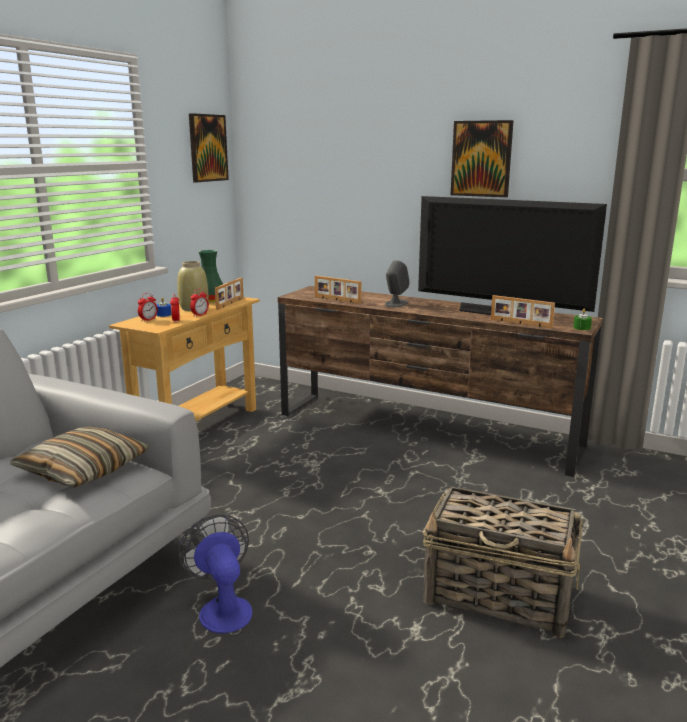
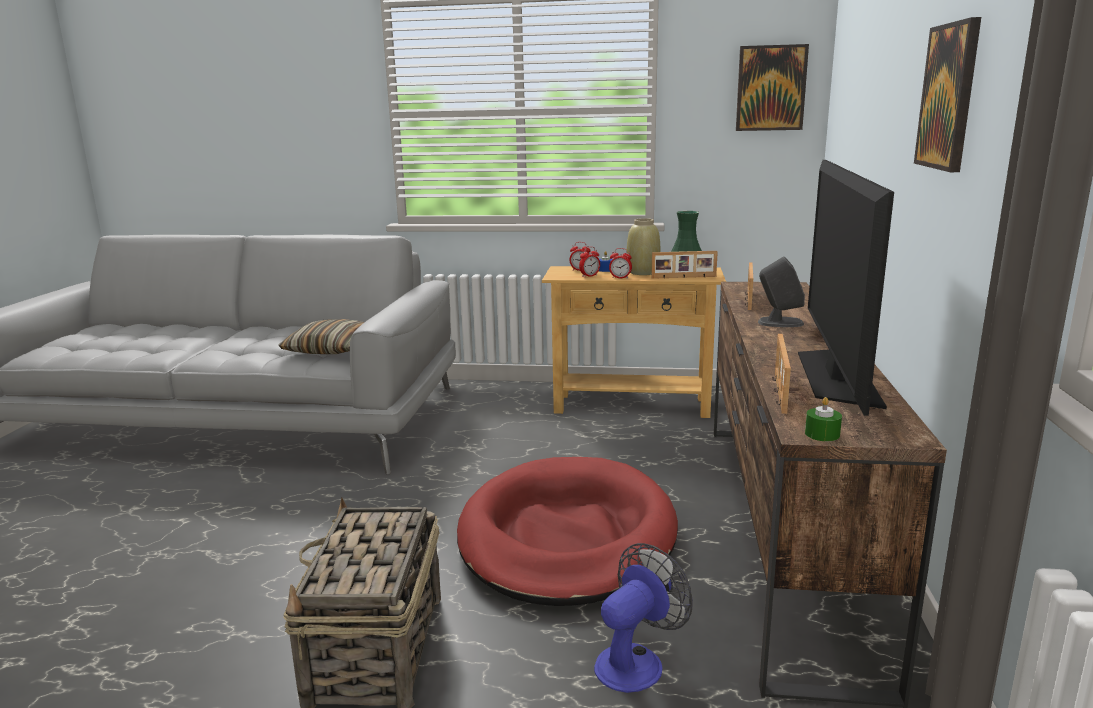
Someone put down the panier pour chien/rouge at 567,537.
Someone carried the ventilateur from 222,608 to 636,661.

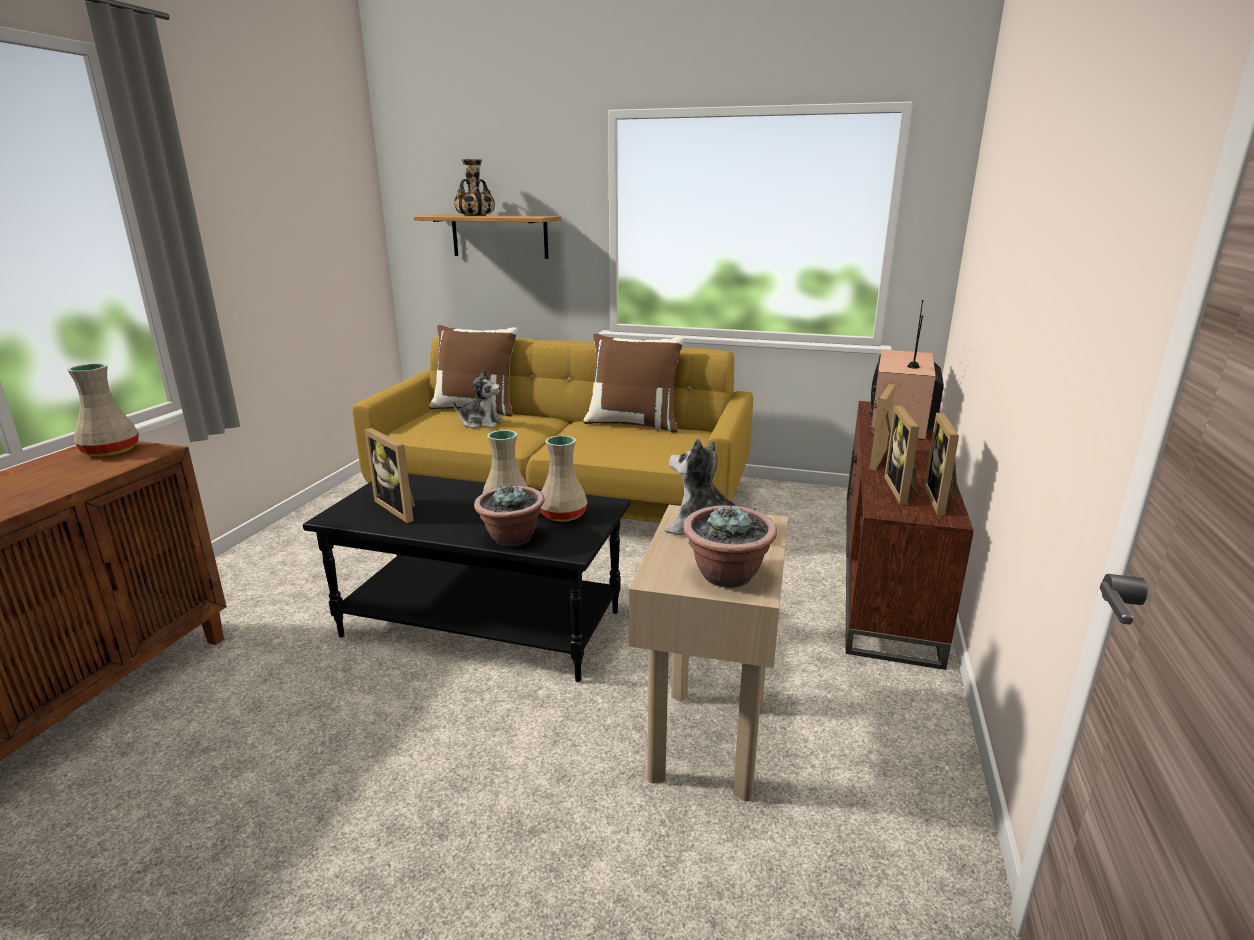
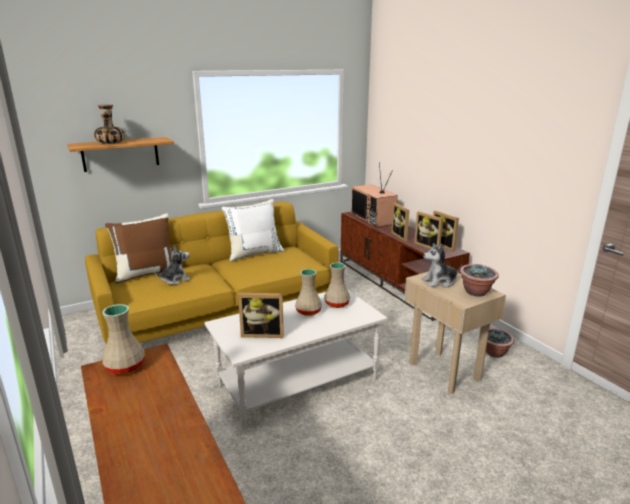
Someone repainted the table basse/noir at 484,623, which became the table basse/blanc at 298,381.
Someone repainted the coussin/marron at 634,423, which became the coussin/blanc at 254,253.
Someone carried the plante en pot from 511,538 to 495,353.

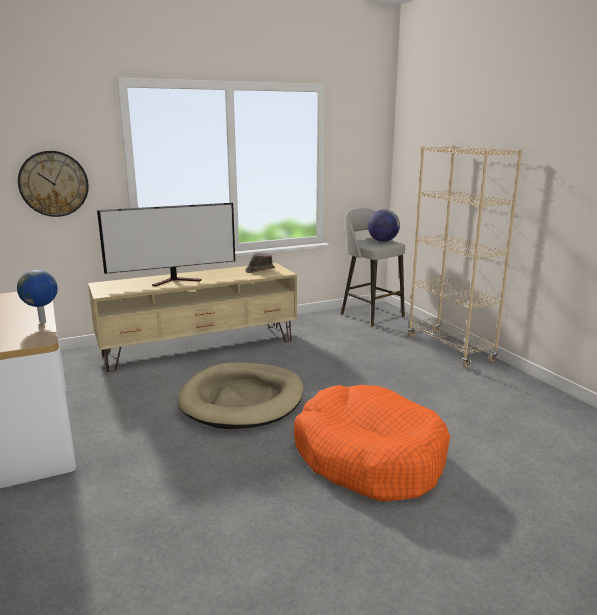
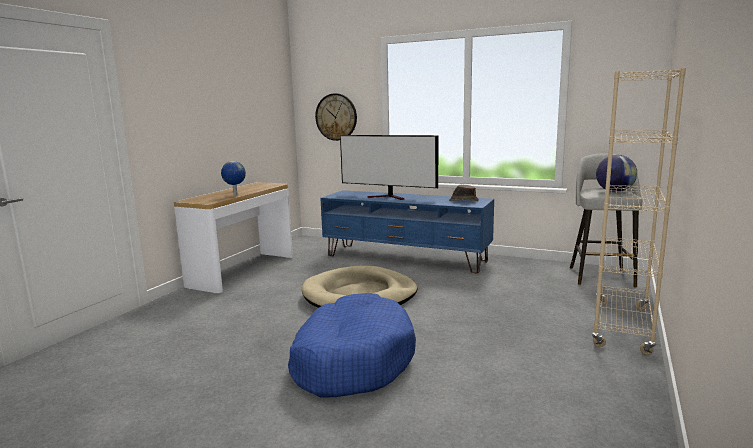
Someone repainted the panier pour chien/orange at 368,457, which became the panier pour chien/bleu at 352,360.
Someone repainted the meuble télé/beige at 200,347, which became the meuble télé/bleu at 406,258.

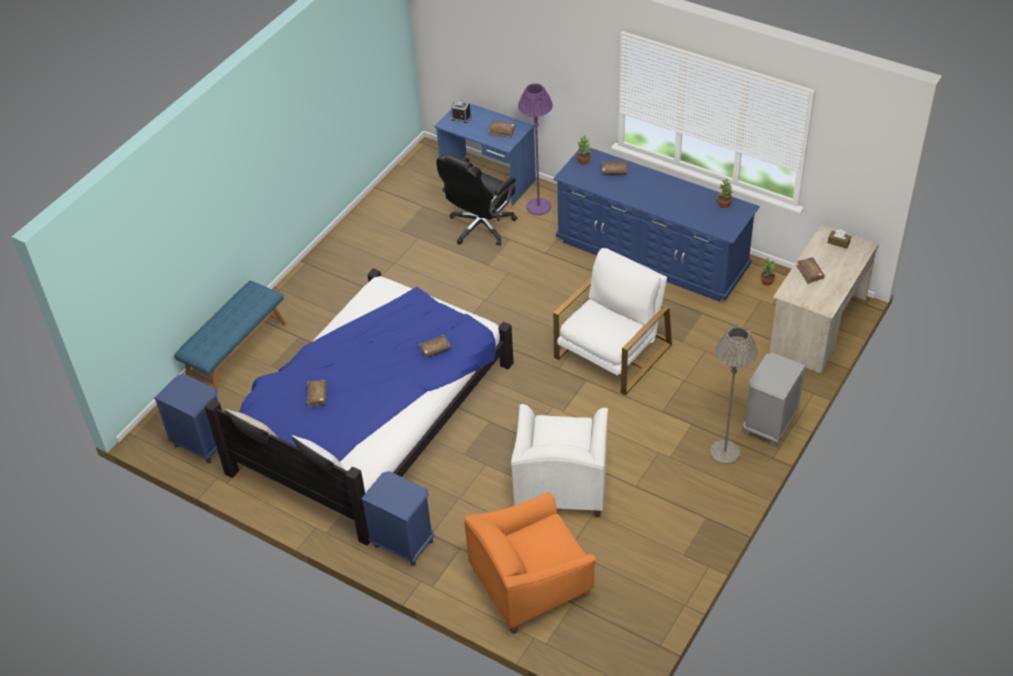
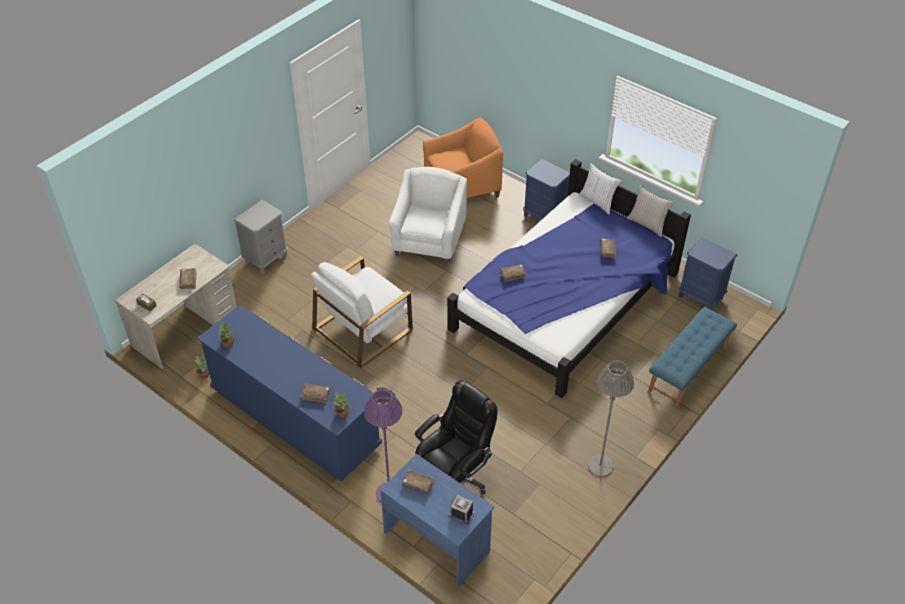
Someone carried the lampadaire/gris from 724,452 to 600,465.

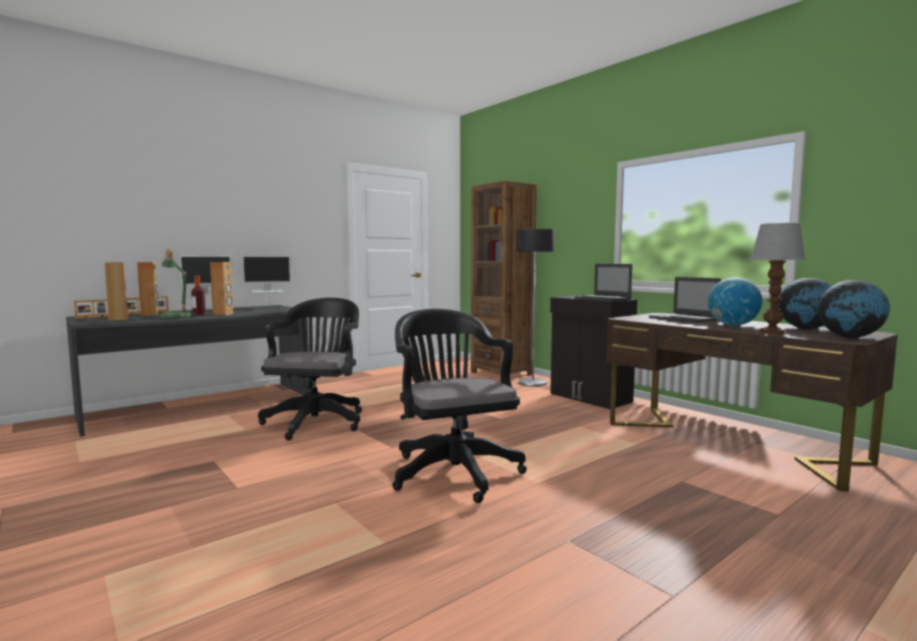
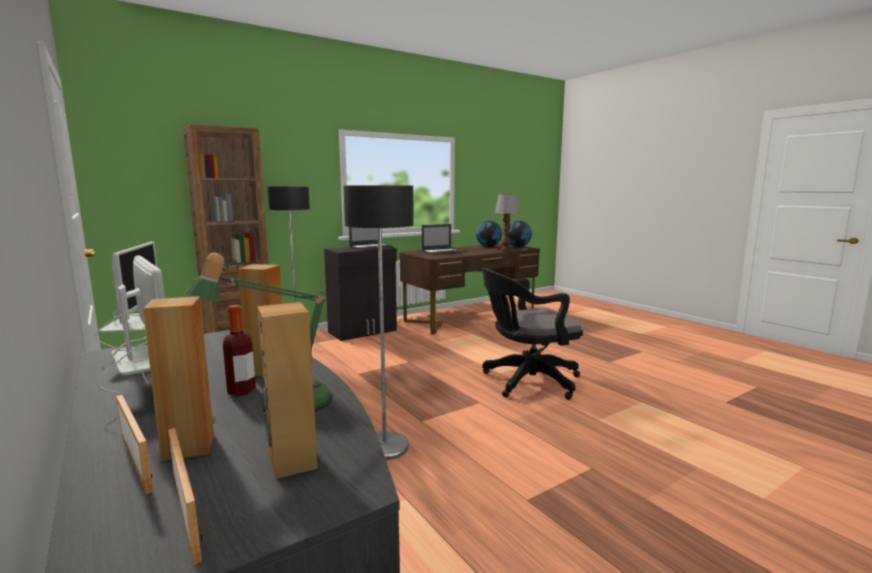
Someone swapped the chaise de bureau/noir at 317,421 for the lampadaire at 384,446.
Someone took away the globe at 732,325.

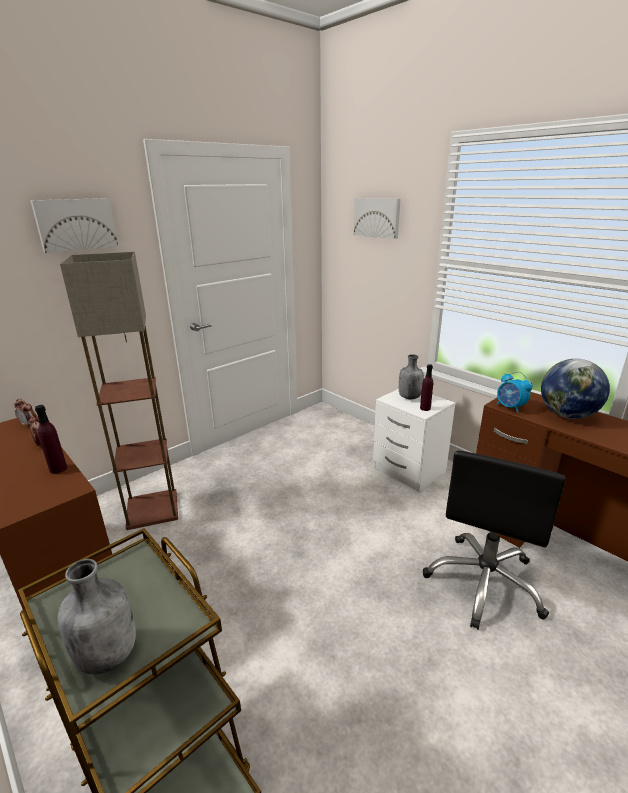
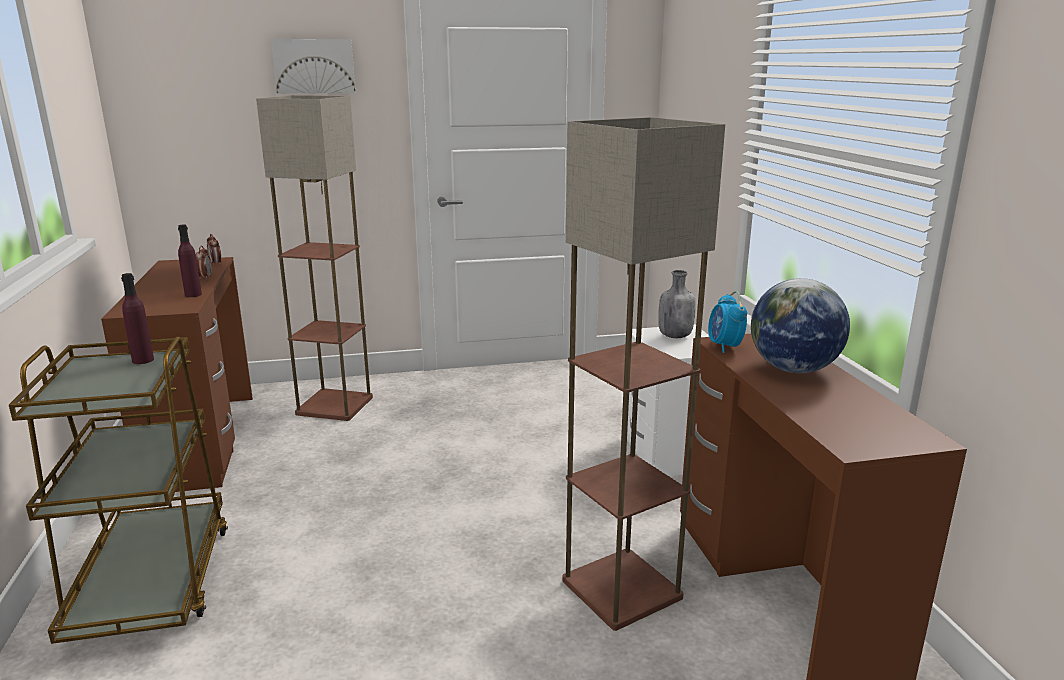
Someone carried the bouteille/violet from 425,408 to 143,360.
Someone swapped the chaise de bureau/noir at 484,582 for the lampadaire at 619,589.
Someone took away the bouteille/gris at 108,653.
Someone took away the tableau at 377,217.

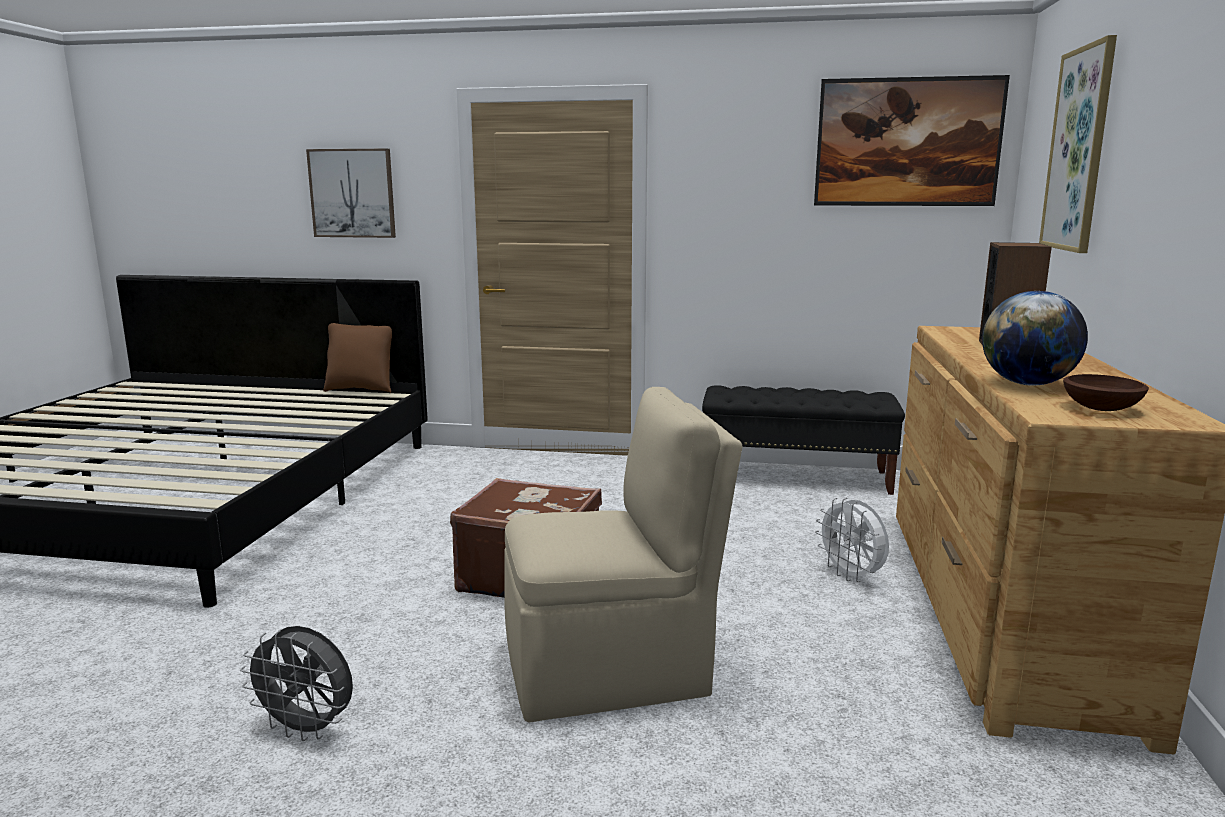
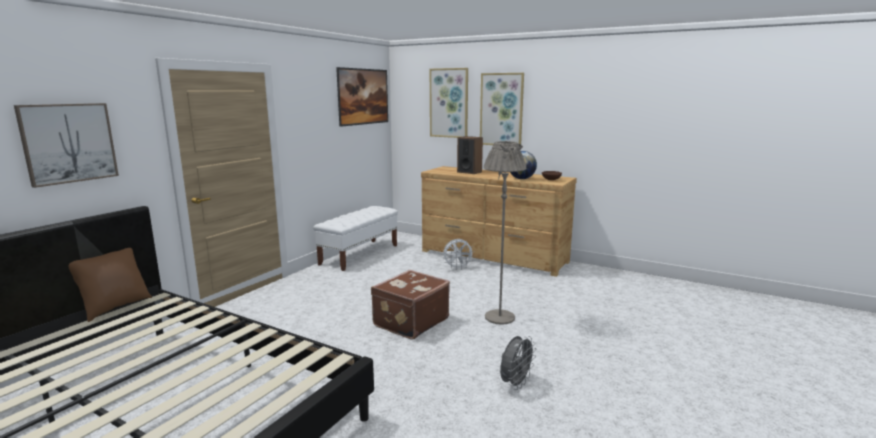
Someone repainted the banc/noir at 796,477, which became the banc/blanc at 359,254.
Someone put up the tableau at 501,109.
Someone swapped the chaise/beige at 611,670 for the lampadaire/gris at 499,317.

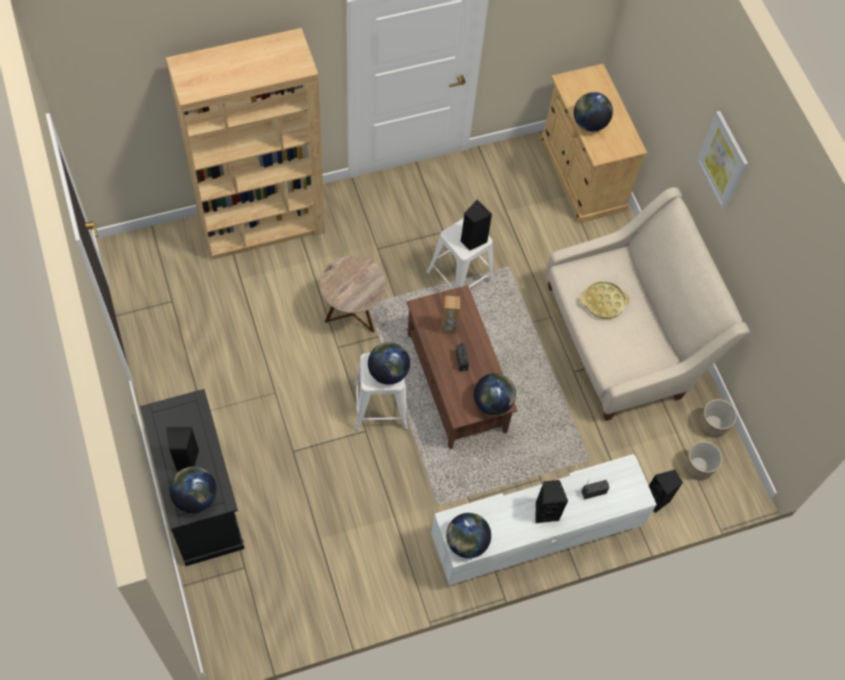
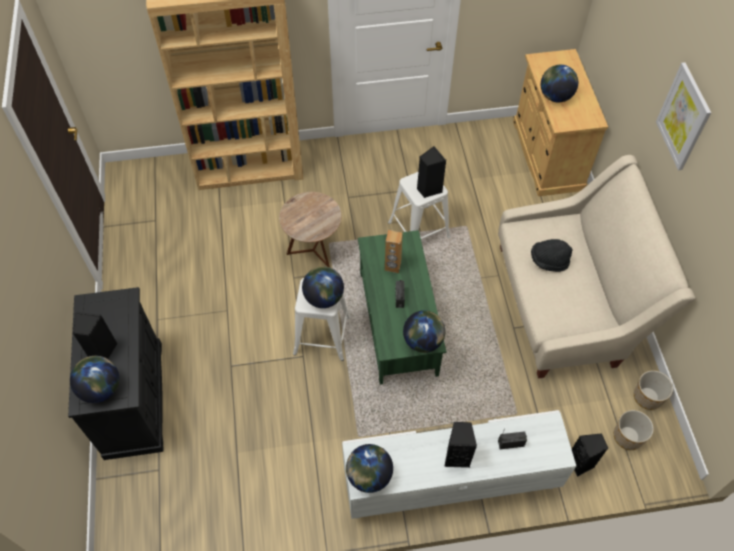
Someone repainted the table basse/marron at 456,382, which became the table basse/vert at 398,323.
Someone swapped the plateau/jaune at 604,302 for the chapeau/noir at 548,261.

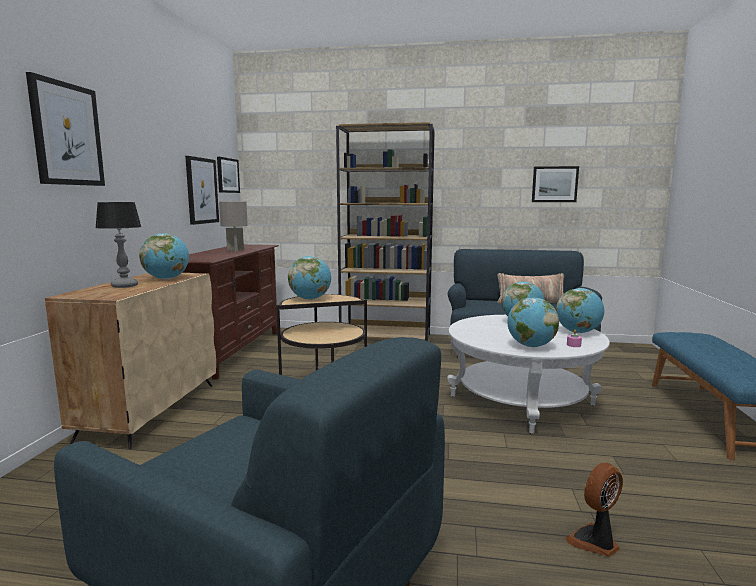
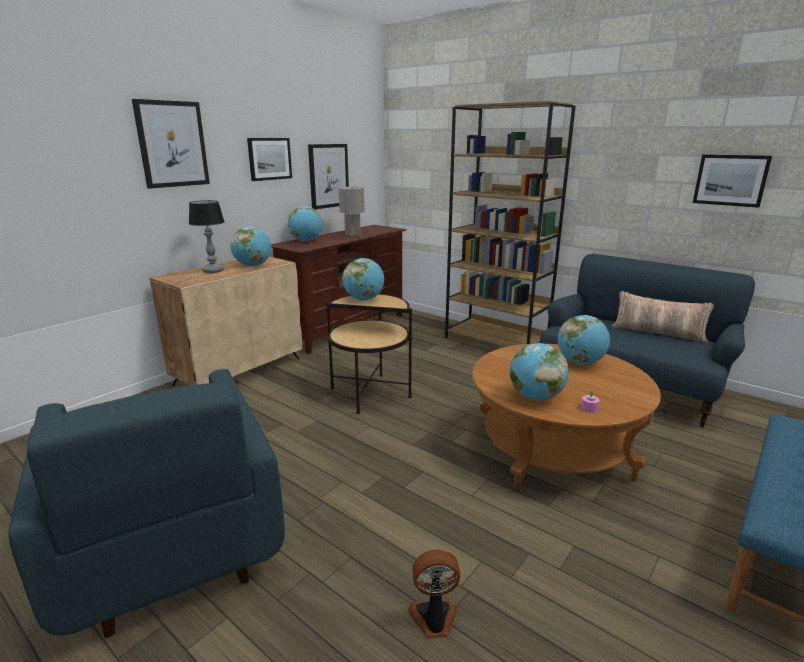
Someone carried the tableau from 227,175 to 269,159.
Someone carried the globe from 578,332 to 306,241.
Someone repainted the table basse/blanc at 521,400, which became the table basse/marron at 553,449.

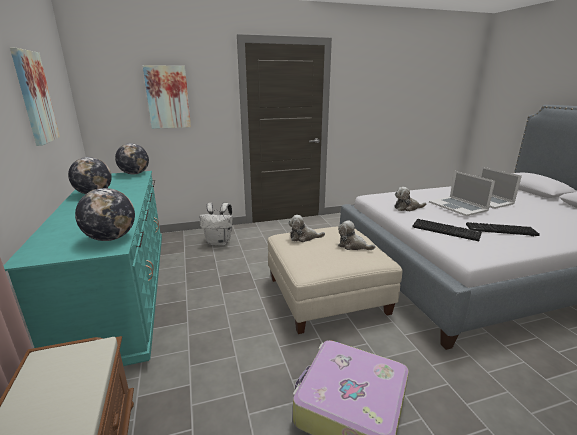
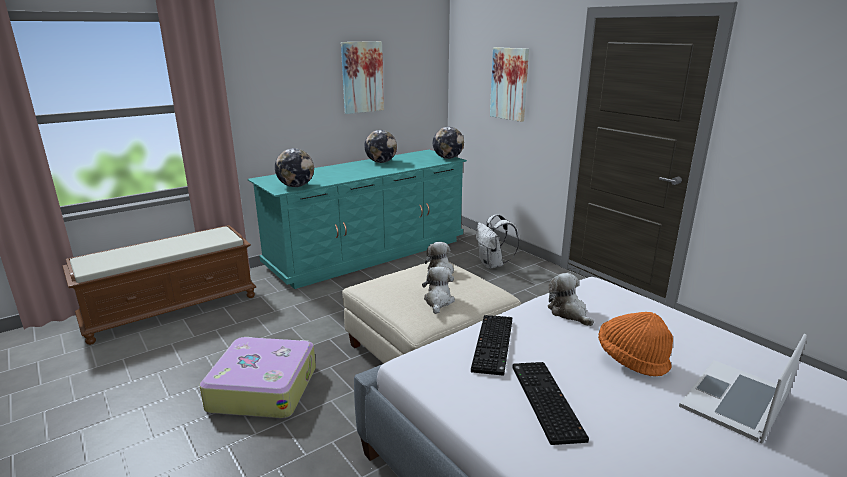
Someone swapped the ordinateur portable at 458,206 for the chapeau/orange at 631,359.

